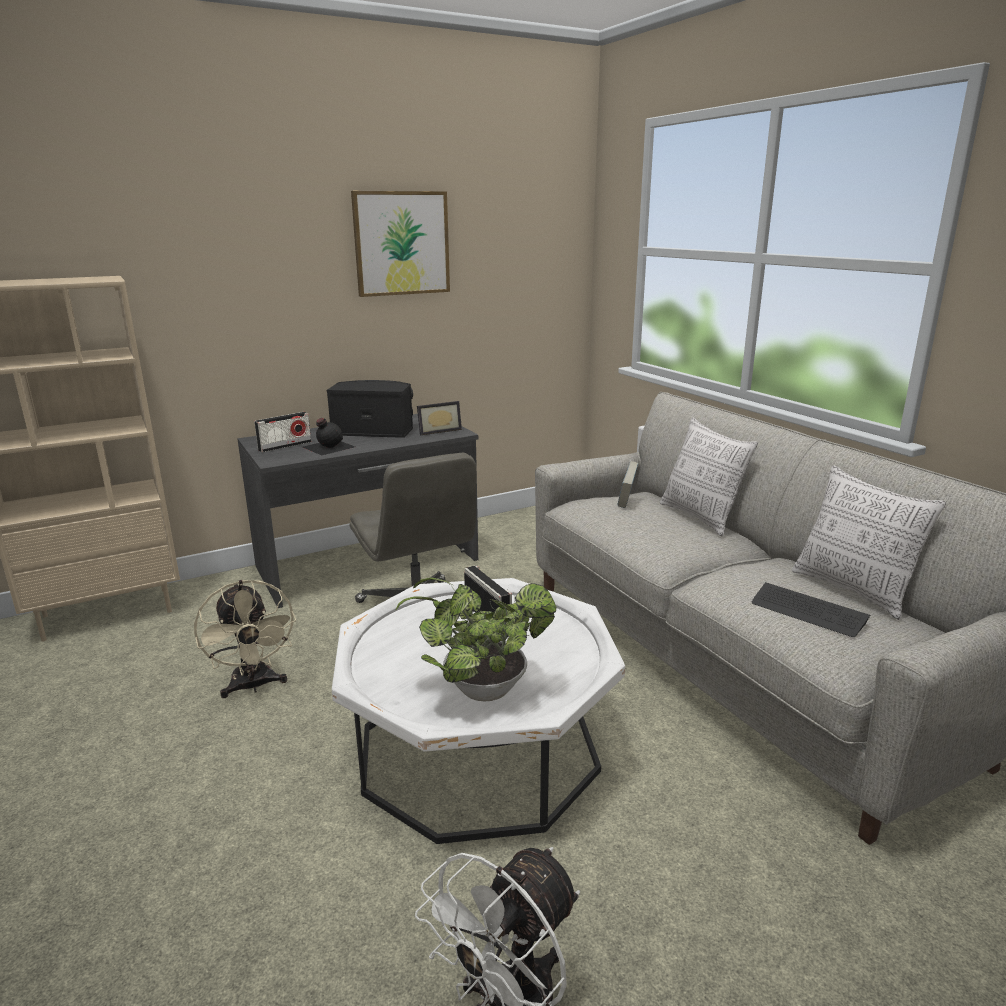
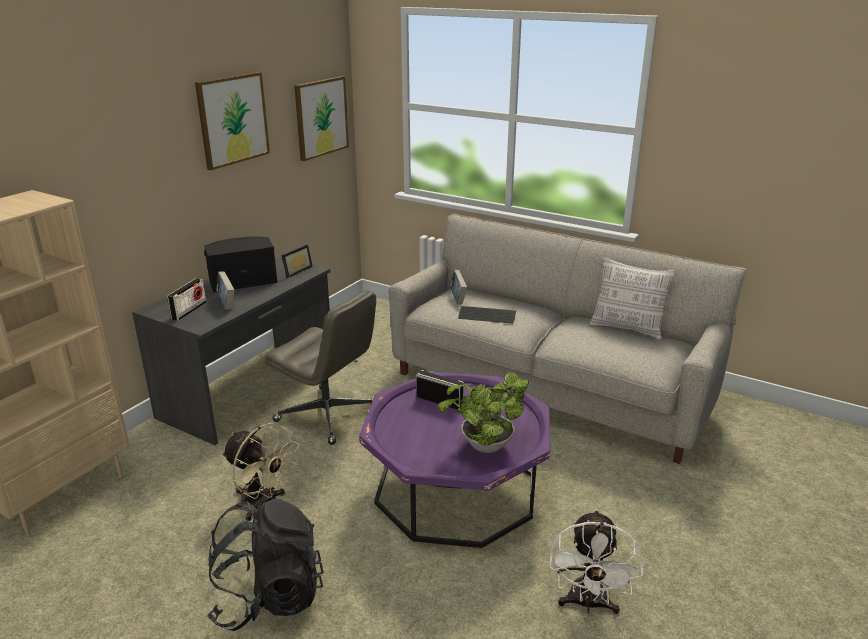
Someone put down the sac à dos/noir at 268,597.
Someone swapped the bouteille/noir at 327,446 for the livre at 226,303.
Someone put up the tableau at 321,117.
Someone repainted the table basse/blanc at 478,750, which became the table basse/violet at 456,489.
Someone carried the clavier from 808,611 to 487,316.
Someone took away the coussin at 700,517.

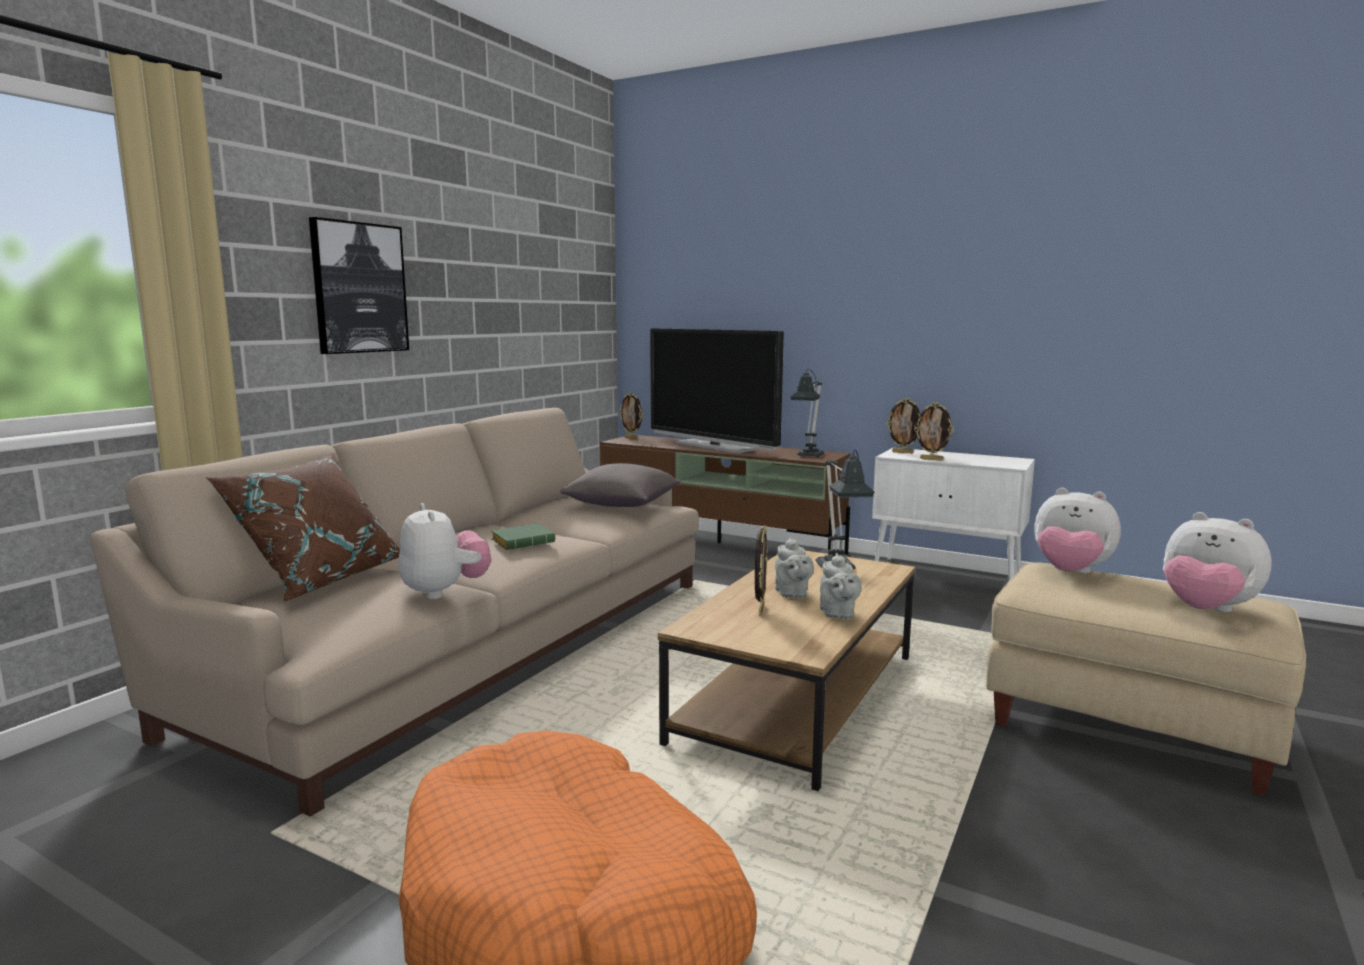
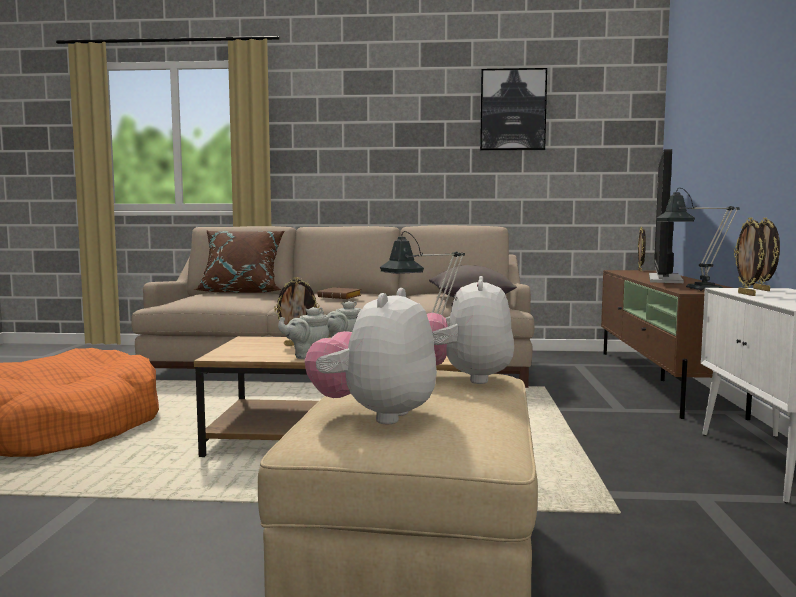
Someone repainted the livre/vert at 524,542, which became the livre/marron at 341,297.
Someone carried the tableau from 359,288 to 512,110.
Someone took away the peluche at 445,592.

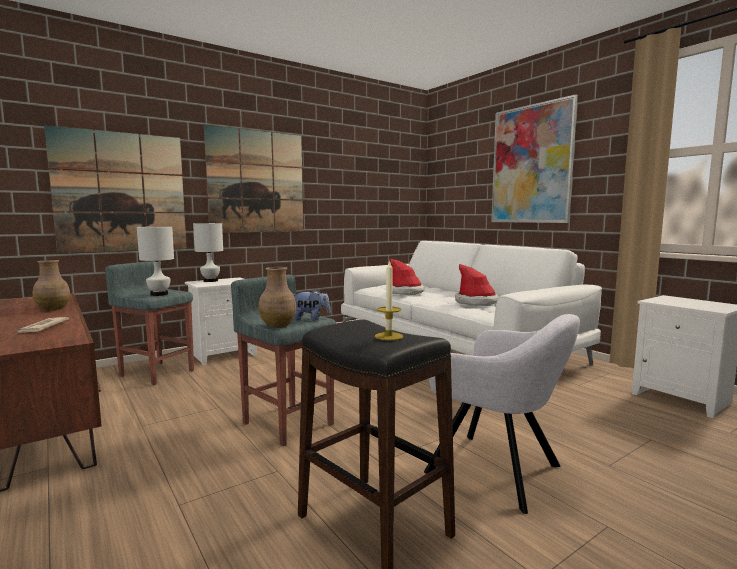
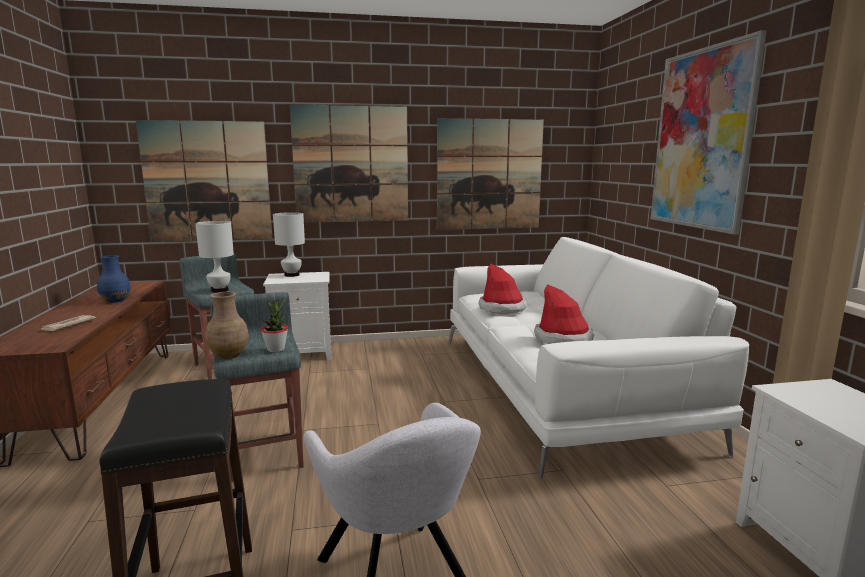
Someone repainted the vase/marron at 53,309, which became the vase/bleu at 116,300.
Someone swapped the peluche at 310,318 for the plante en pot at 276,349.
Someone put up the tableau at 489,174.
Someone took away the bougie at 388,336.

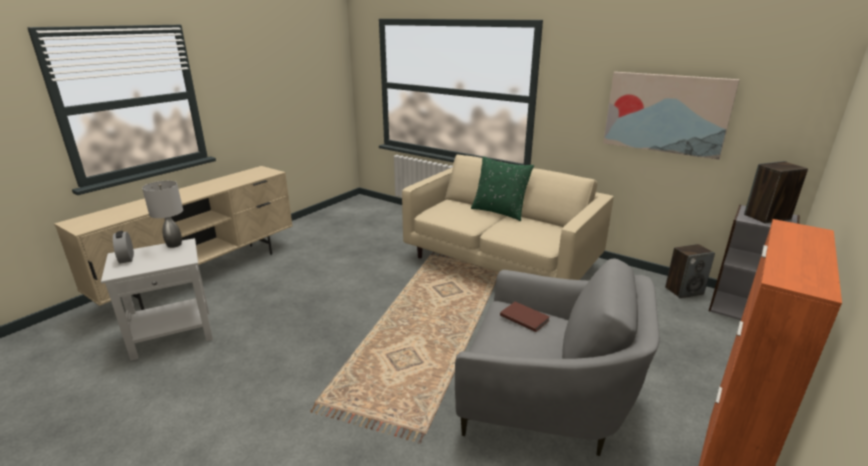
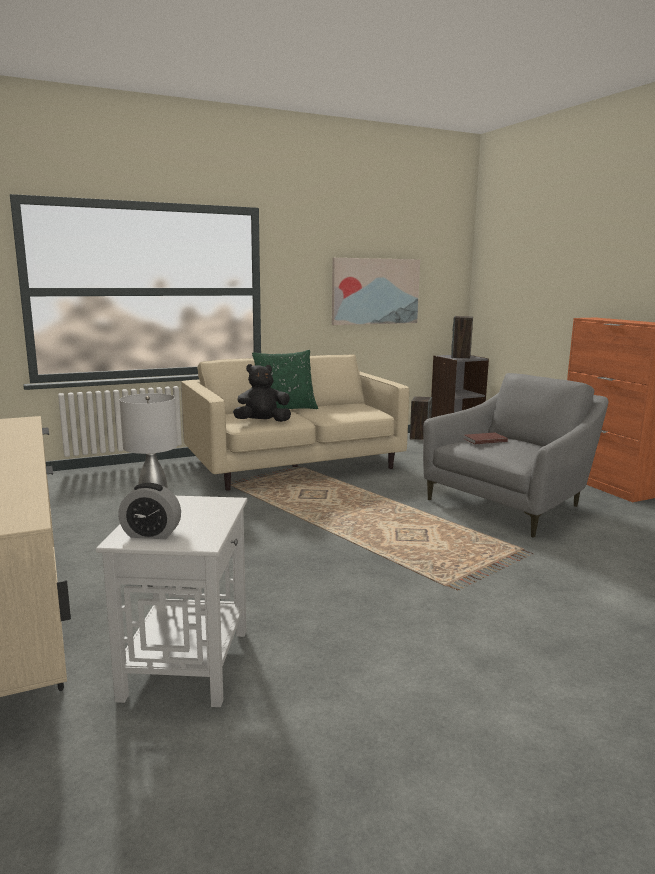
Someone put down the peluche/noir at 262,422.

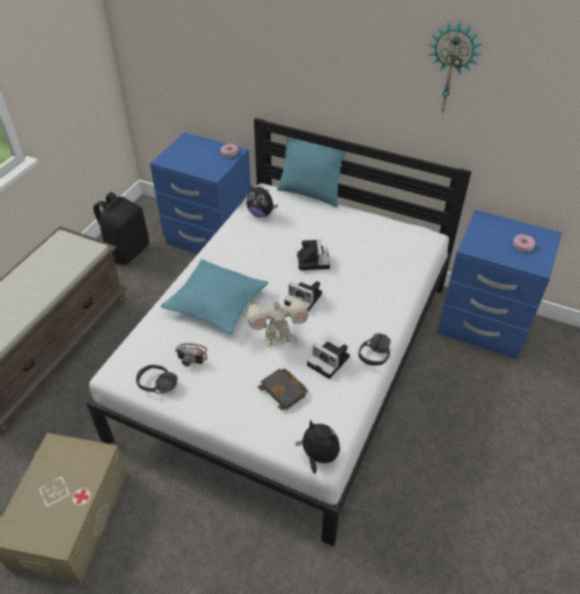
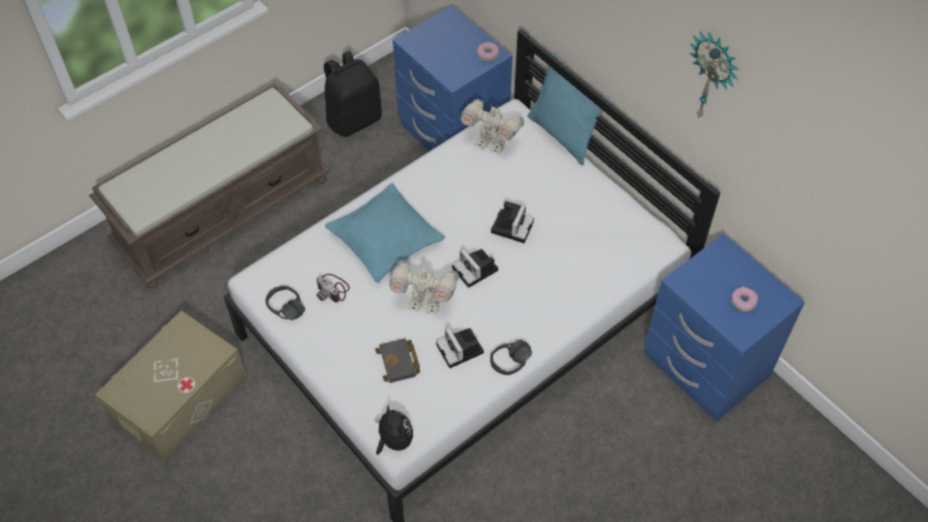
Someone swapped the peluche at 261,214 for the robot jouet at 491,143.

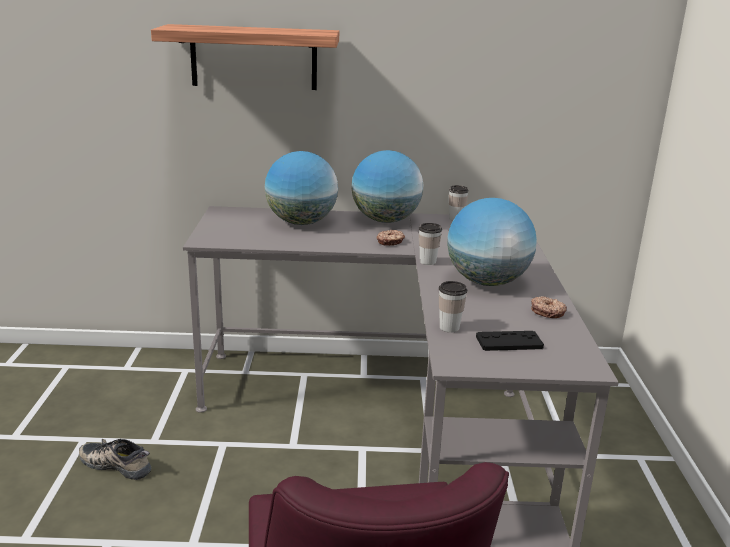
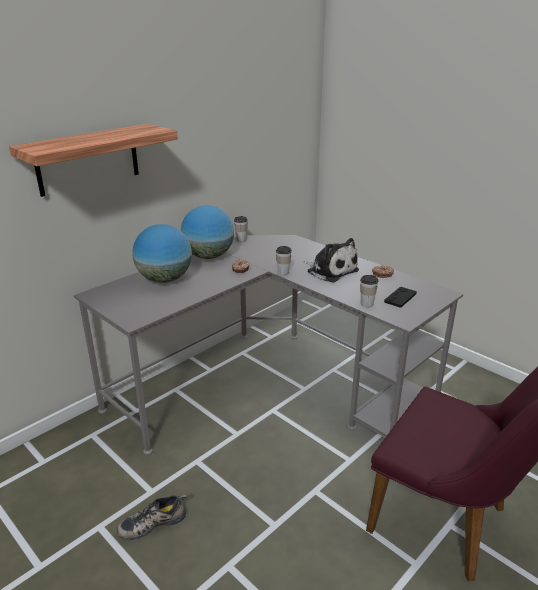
Someone swapped the globe at 487,282 for the peluche at 330,271.

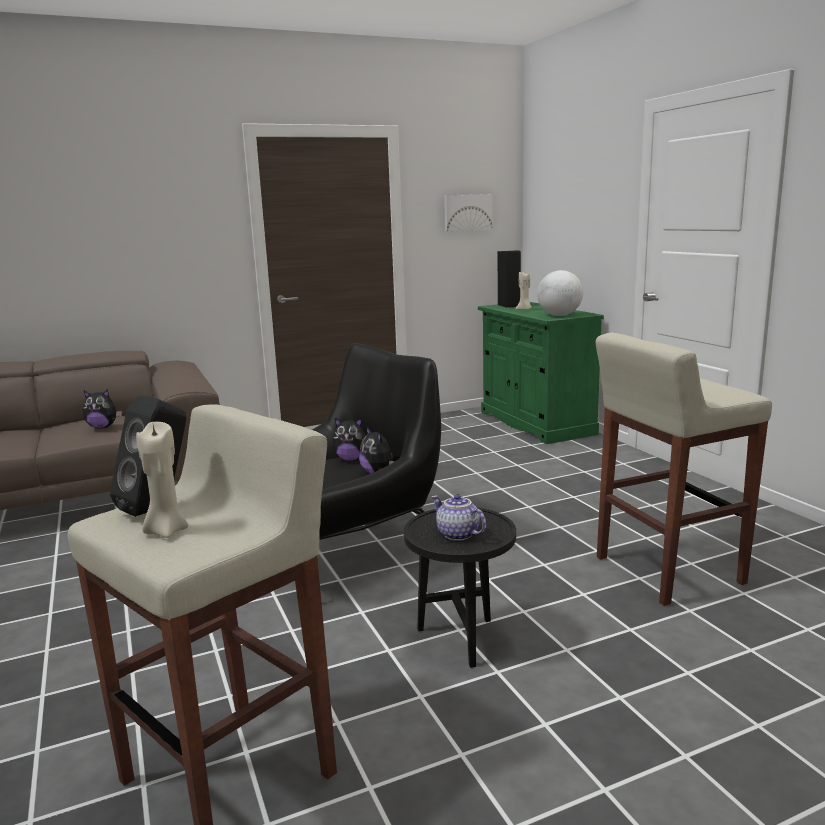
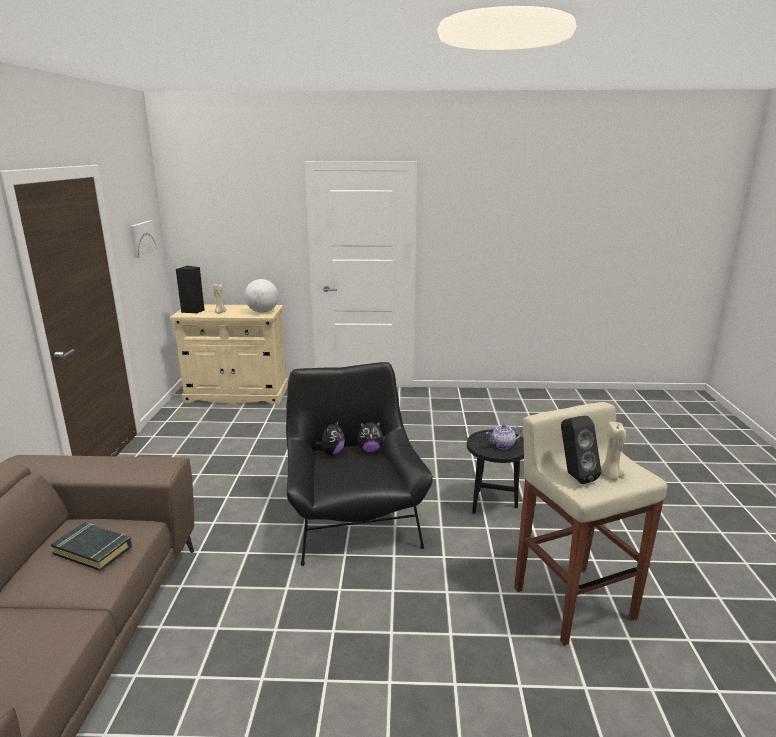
Someone swapped the peluche at 103,427 for the livre/noir at 93,550.
Someone repainted the meuble de rangement/vert at 535,423, which became the meuble de rangement/beige at 236,394.
Someone took away the tabouret/beige at 666,571.

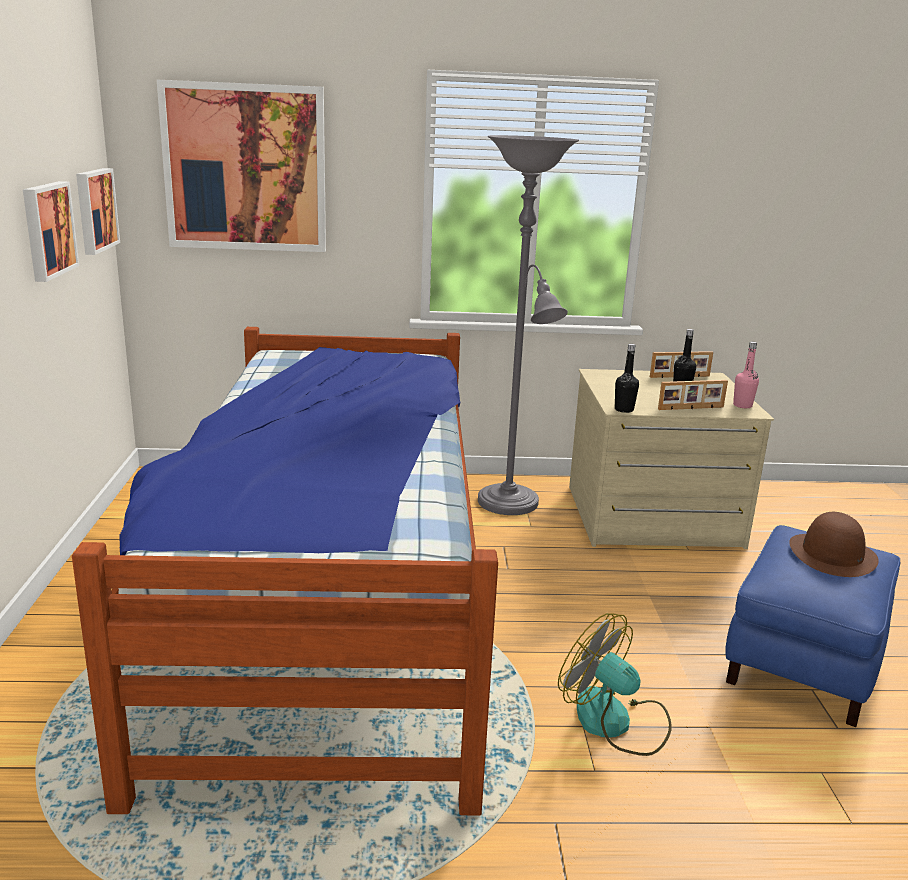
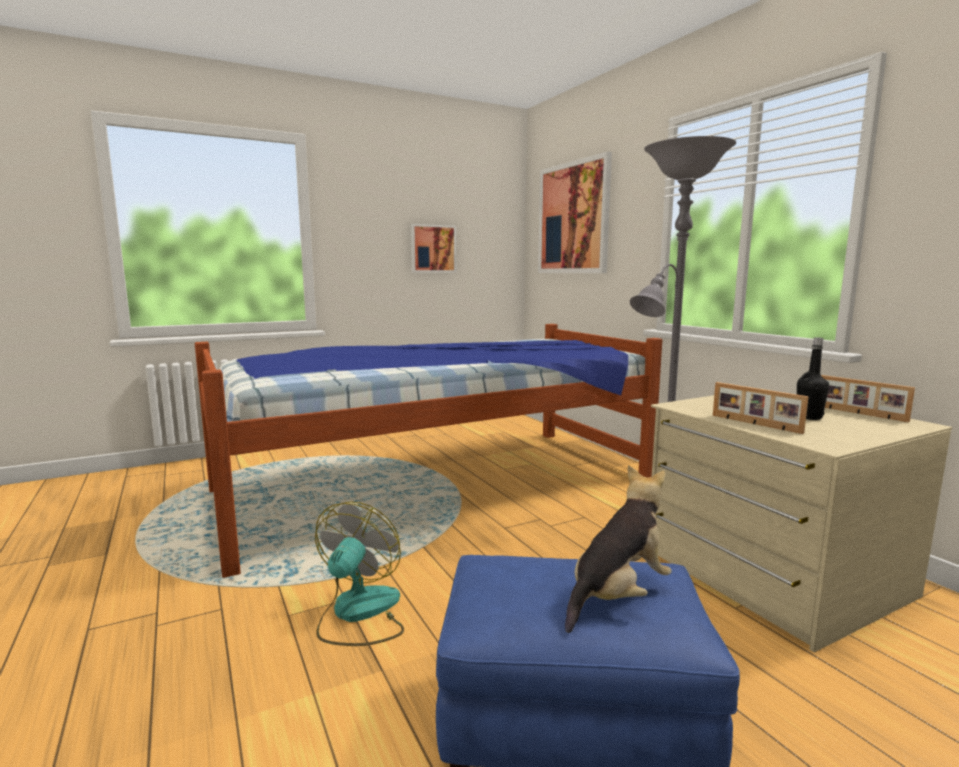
Someone swapped the chapeau/marron at 832,554 for the peluche at 617,595.
Someone took away the tableau at 94,210.
Someone took away the bouteille/noir at 624,409.
Someone took away the bouteille/rose at 742,405.

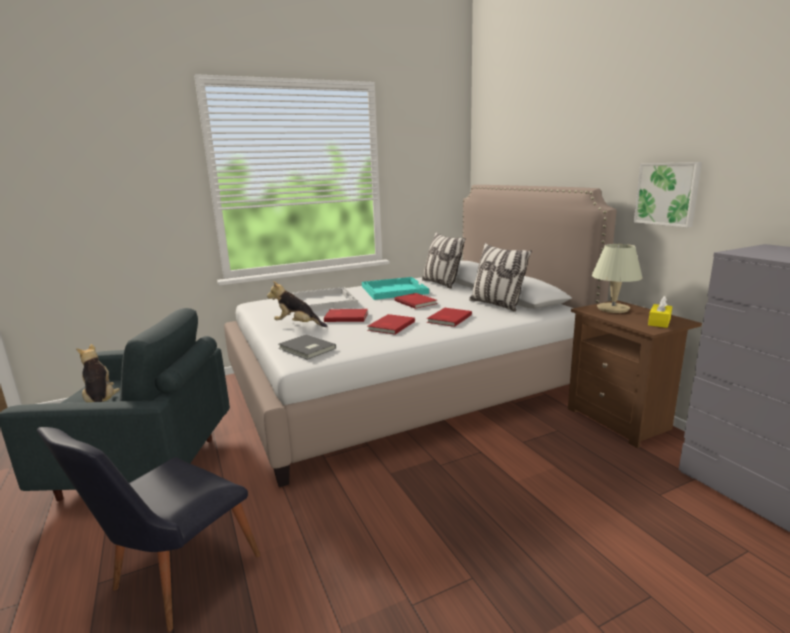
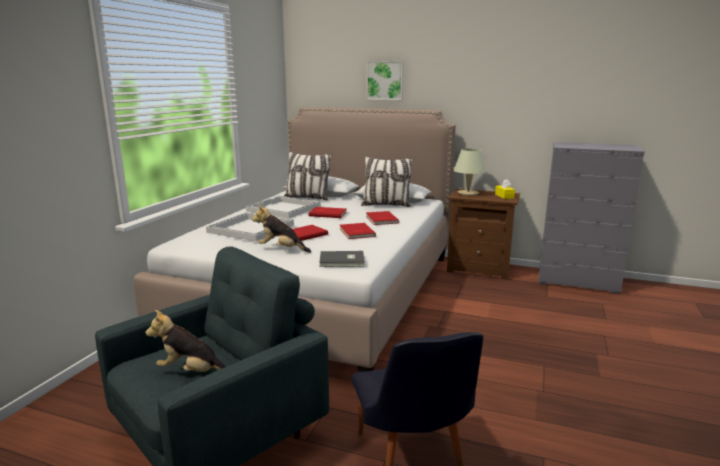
Someone repainted the plateau/turquoise at 393,290, which became the plateau/blanc at 283,209.
Someone rotated the peluche at 298,325 by 45 degrees clockwise.
Someone carried the tableau from 667,194 to 385,80.

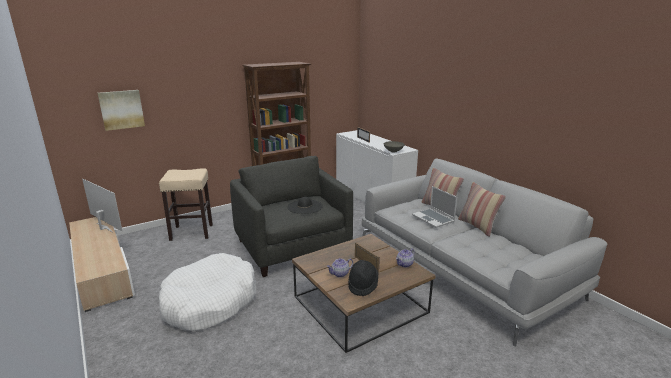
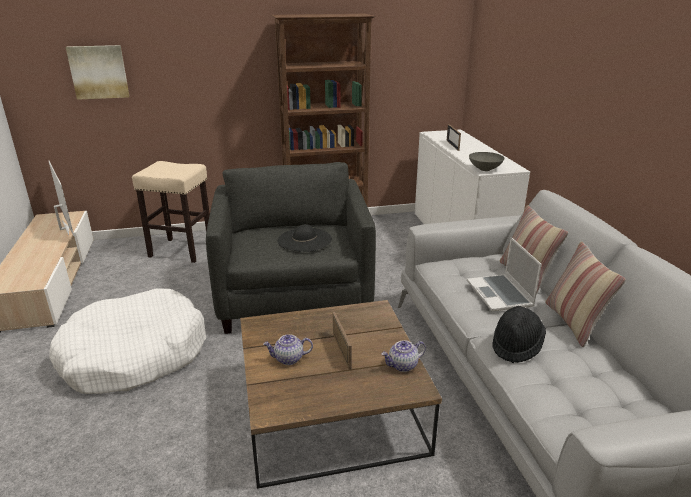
Someone carried the chapeau/noir from 362,285 to 516,346.

